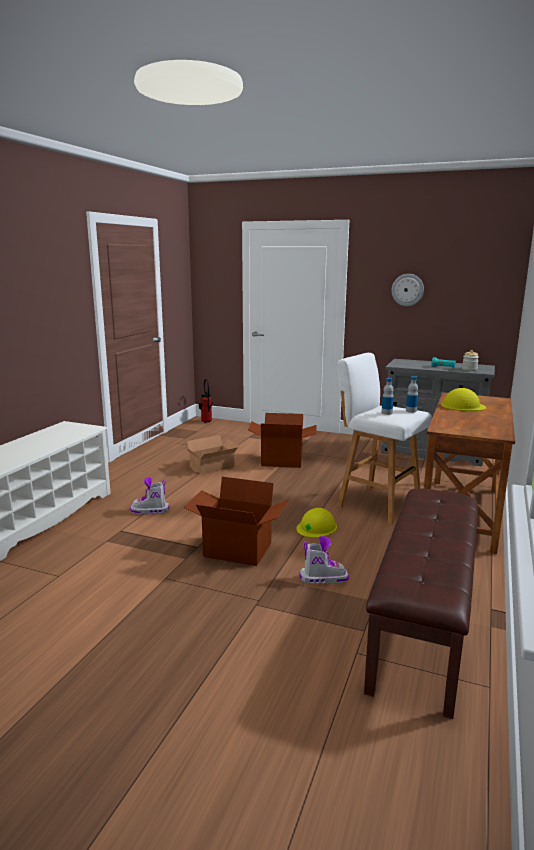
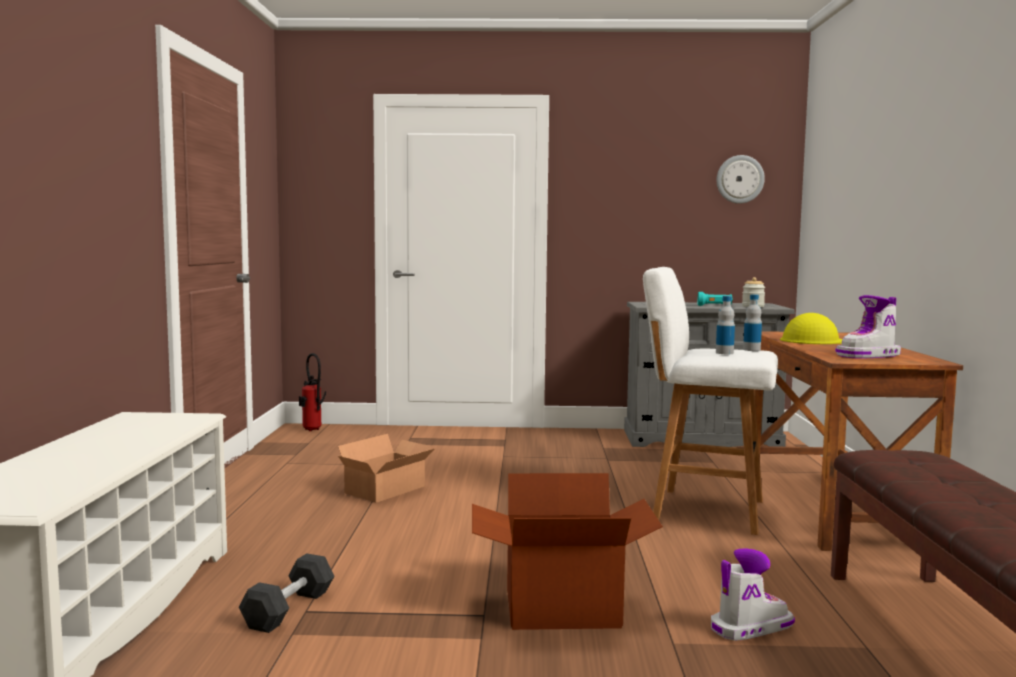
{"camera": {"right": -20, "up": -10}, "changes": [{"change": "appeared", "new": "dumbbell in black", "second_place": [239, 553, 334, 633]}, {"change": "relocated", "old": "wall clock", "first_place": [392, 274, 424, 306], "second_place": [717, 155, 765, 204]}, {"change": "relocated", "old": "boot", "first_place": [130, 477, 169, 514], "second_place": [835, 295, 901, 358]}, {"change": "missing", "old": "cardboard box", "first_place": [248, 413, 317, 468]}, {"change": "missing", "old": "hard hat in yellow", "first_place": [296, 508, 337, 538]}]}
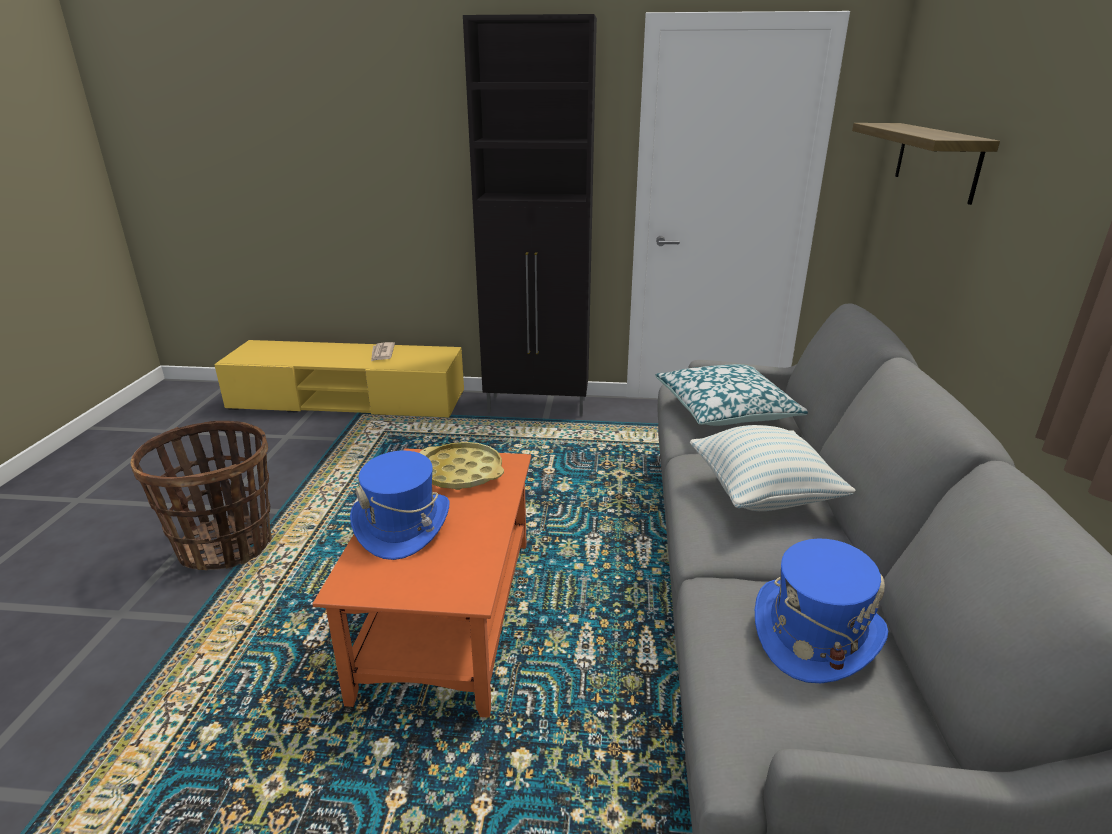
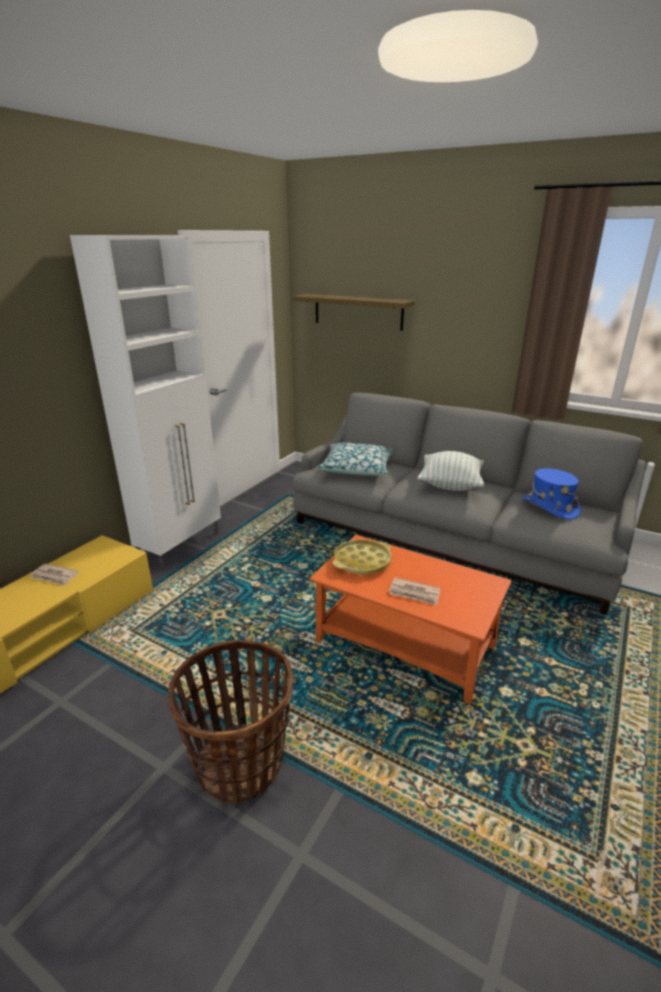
{"camera": {"right": -65, "up": 0}, "changes": [{"change": "colour", "old": "cabinet in black", "new": "cabinet in white", "first_place": [463, 14, 597, 416], "second_place": [70, 235, 221, 571]}, {"change": "exchanged", "old": "hat in blue", "new": "newspaper", "first_place": [350, 451, 449, 560], "second_place": [389, 578, 440, 605]}]}
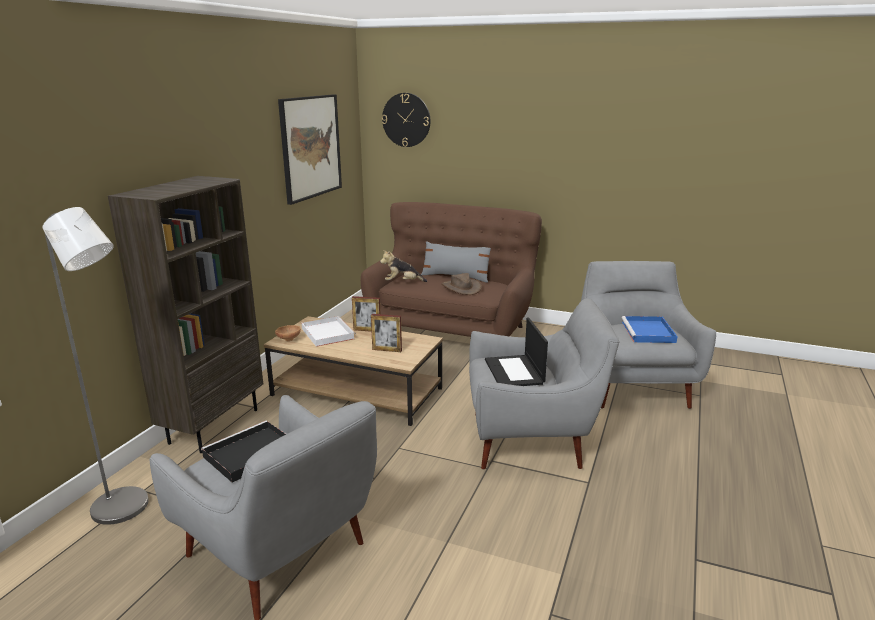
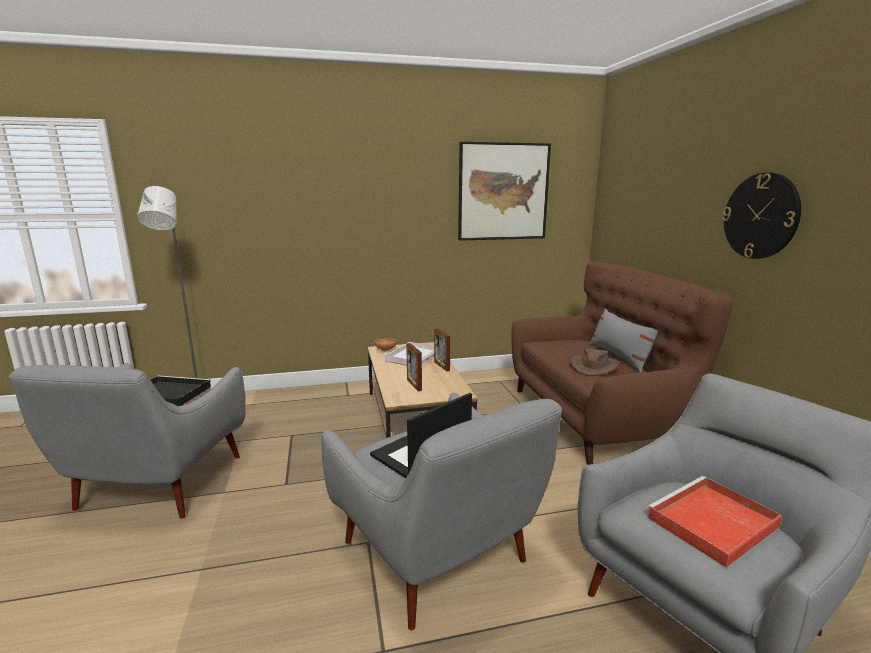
{"camera": {"right": 55, "up": -5}, "changes": [{"change": "colour", "old": "tray in blue", "new": "tray in red", "first_place": [621, 316, 678, 343], "second_place": [646, 476, 782, 568]}, {"change": "relocated", "old": "wall clock", "first_place": [382, 93, 431, 147], "second_place": [722, 172, 801, 259]}, {"change": "missing", "old": "bookcase in brown", "first_place": [108, 176, 263, 453]}, {"change": "missing", "old": "plush toy", "first_place": [380, 250, 427, 282]}]}
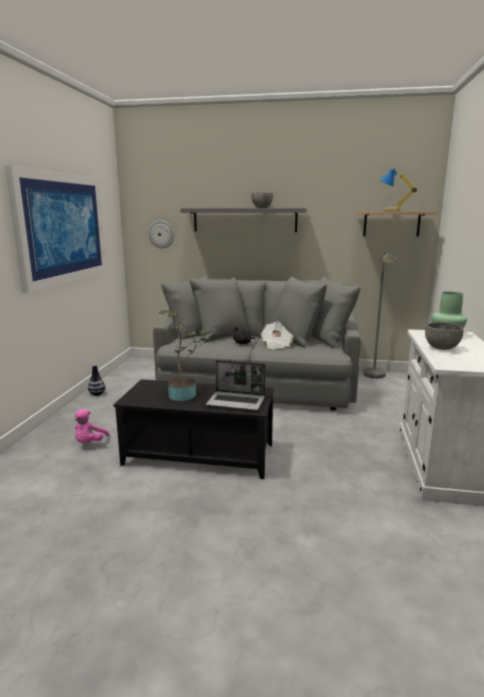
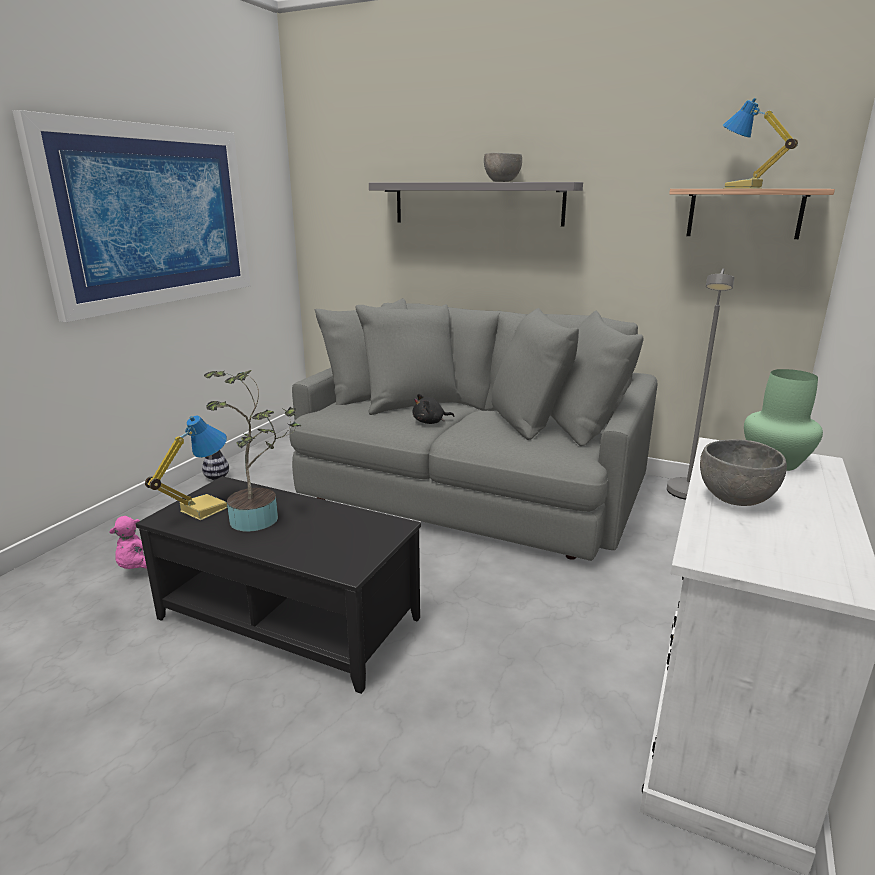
{"camera": {"right": 15, "up": 5}, "changes": [{"change": "appeared", "new": "table lamp", "second_place": [145, 416, 227, 521]}, {"change": "missing", "old": "wall clock", "first_place": [148, 220, 174, 248]}, {"change": "missing", "old": "laptop", "first_place": [206, 360, 266, 410]}, {"change": "missing", "old": "newspaper", "first_place": [261, 321, 294, 350]}]}
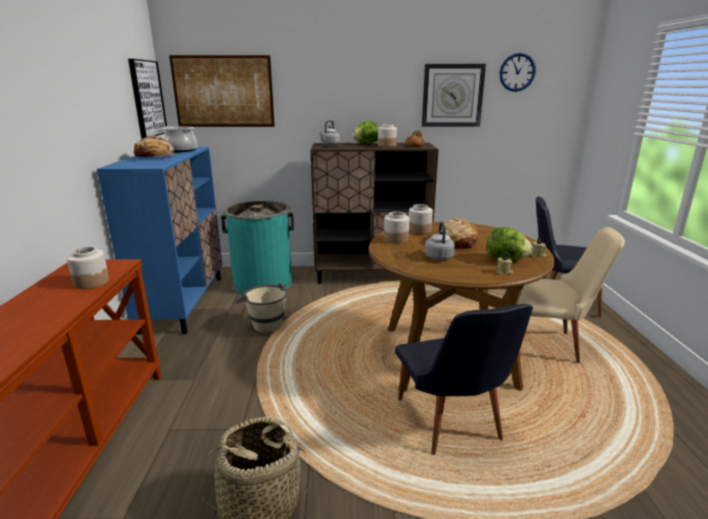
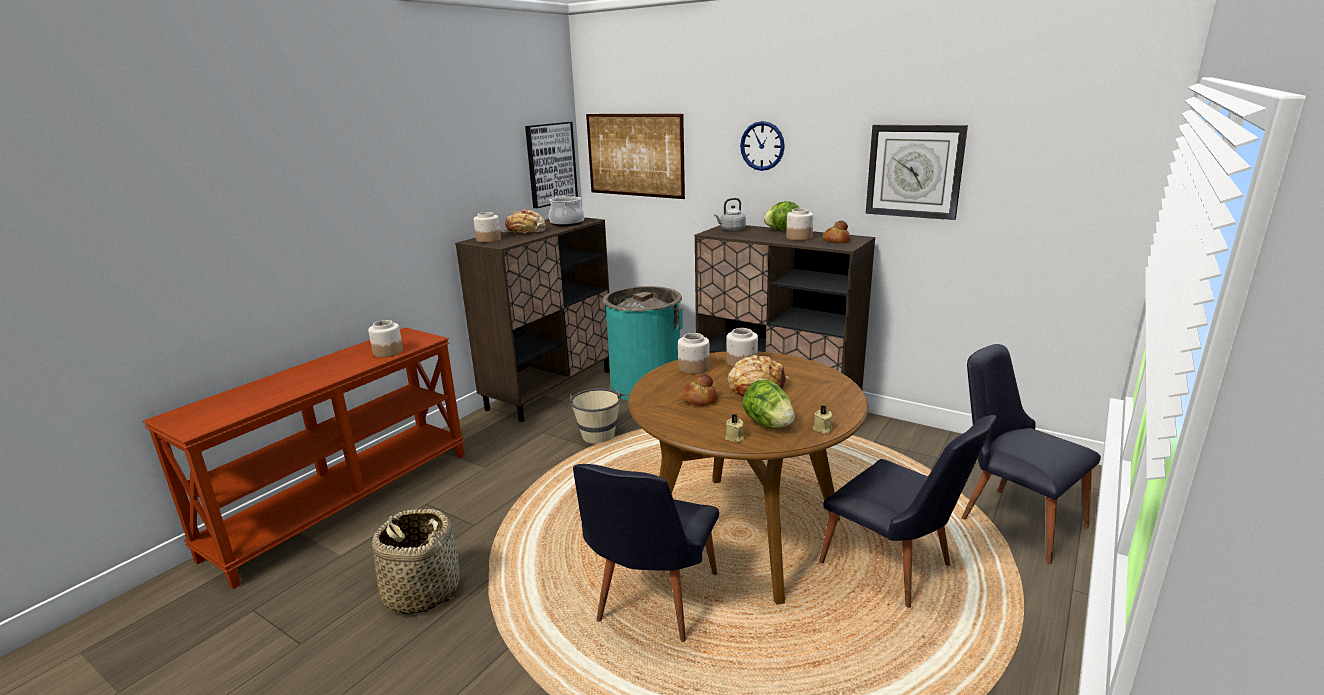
{"camera": {"right": 35, "up": 0}, "changes": [{"change": "colour", "old": "cabinet in blue", "new": "cabinet in brown", "first_place": [97, 147, 223, 335], "second_place": [455, 217, 610, 422]}, {"change": "appeared", "new": "jar", "second_place": [474, 212, 501, 242]}, {"change": "exchanged", "old": "kettle in grey", "new": "bread", "first_place": [425, 222, 455, 260], "second_place": [682, 374, 718, 406]}, {"change": "relocated", "old": "wall clock", "first_place": [500, 53, 536, 92], "second_place": [740, 121, 785, 171]}, {"change": "colour", "old": "chair in beige", "new": "chair in black", "first_place": [518, 227, 625, 363], "second_place": [819, 415, 997, 608]}]}
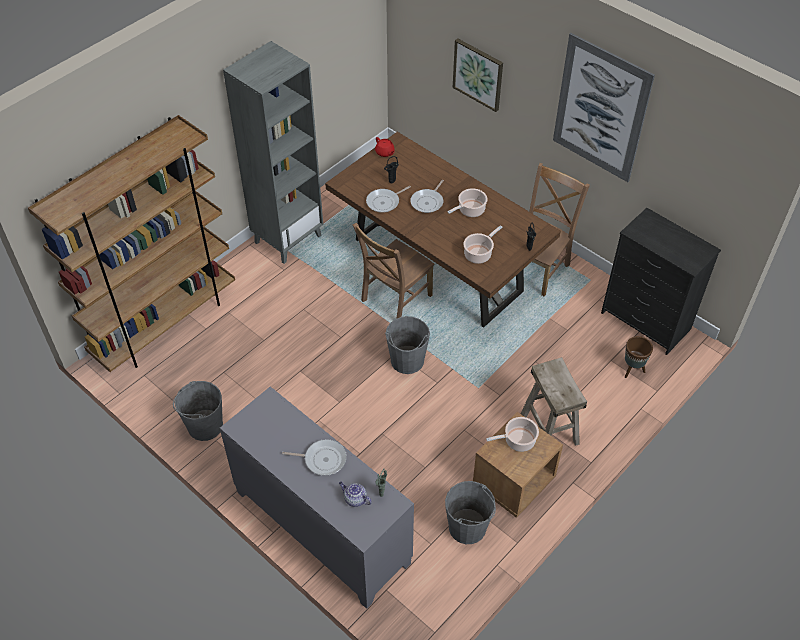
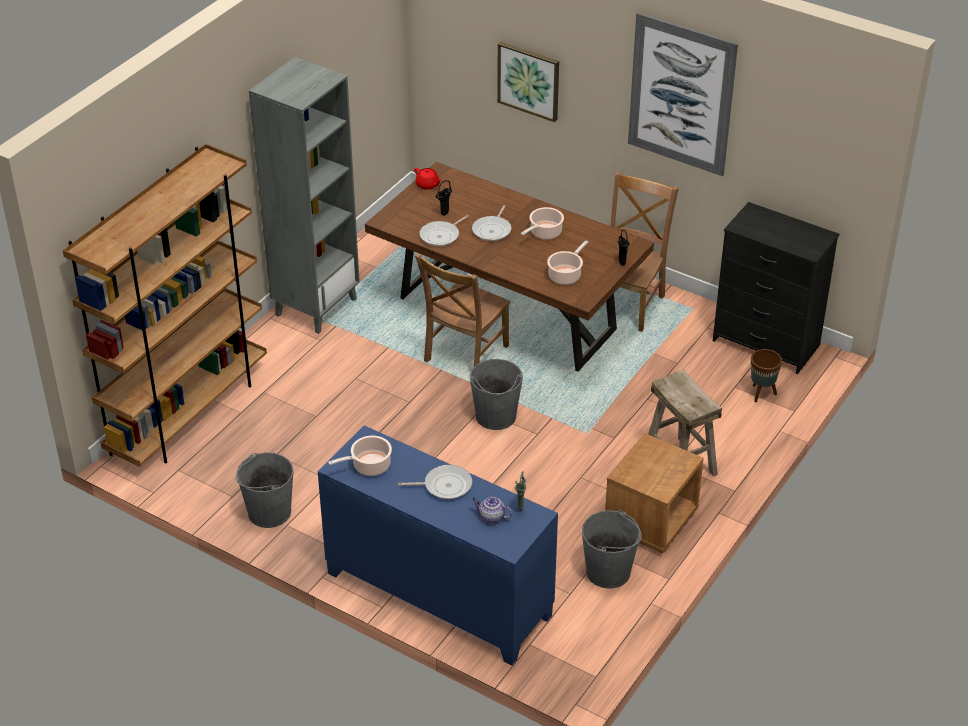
{"camera": {"right": -10, "up": -10}, "changes": [{"change": "colour", "old": "cabinet in grey", "new": "cabinet in blue", "first_place": [220, 386, 414, 609], "second_place": [318, 425, 558, 665]}, {"change": "relocated", "old": "cooking pot", "first_place": [486, 417, 539, 452], "second_place": [328, 436, 392, 476]}]}
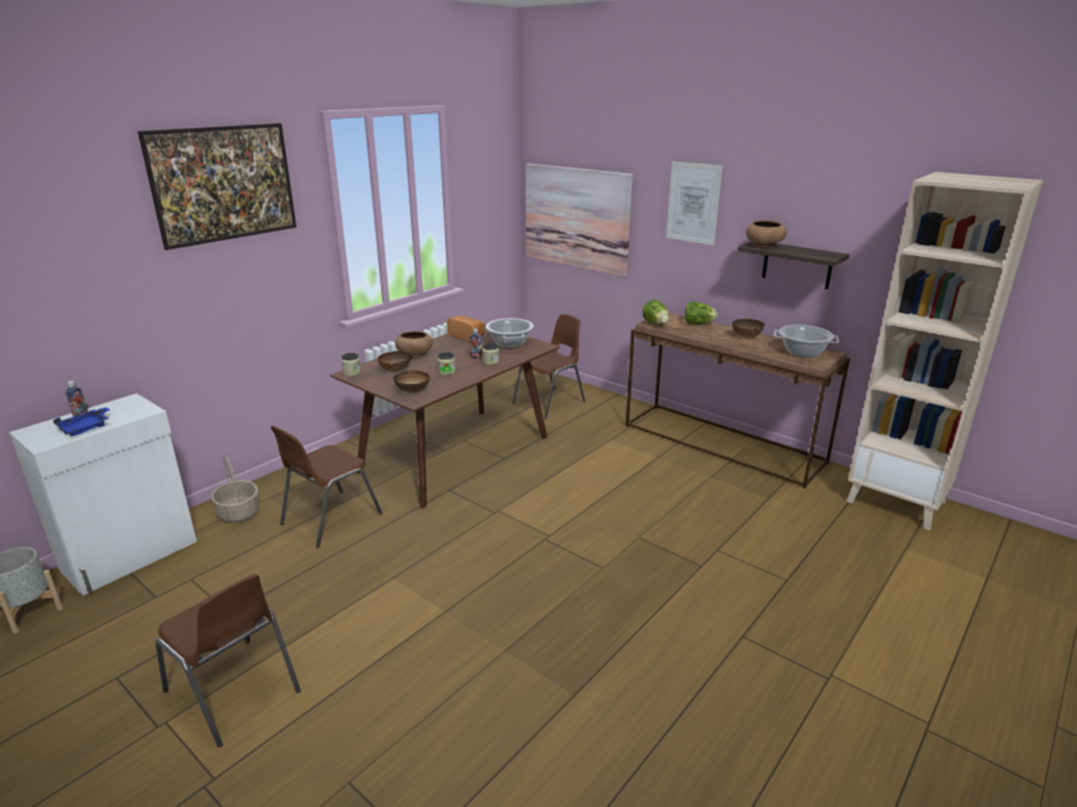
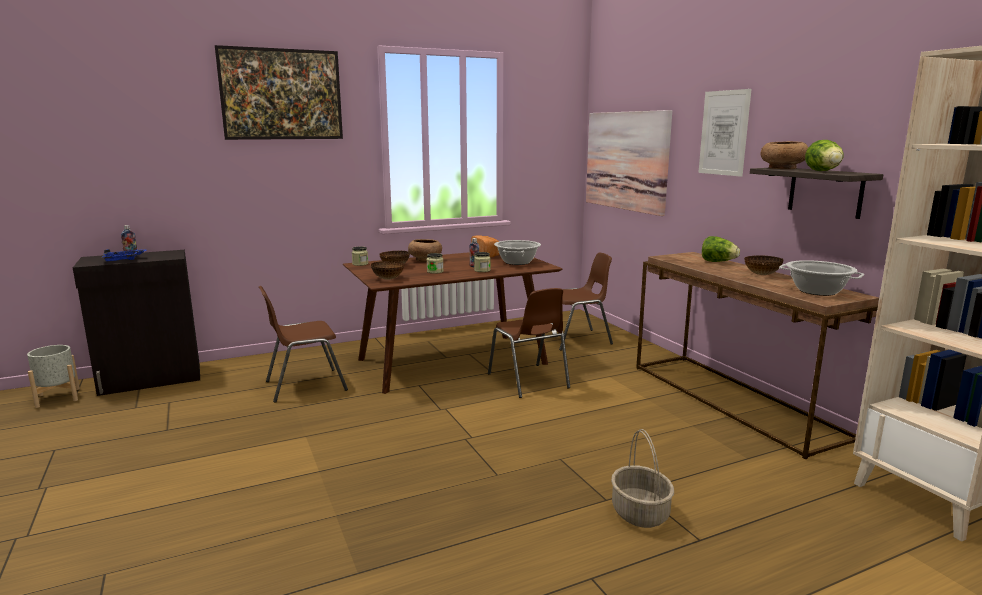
{"camera": {"right": 25, "up": -10}, "changes": [{"change": "colour", "old": "cabinet in white", "new": "cabinet in black", "first_place": [9, 393, 197, 596], "second_place": [73, 250, 200, 396]}, {"change": "relocated", "old": "chair in brown", "first_place": [155, 574, 301, 747], "second_place": [488, 288, 570, 398]}, {"change": "relocated", "old": "basket", "first_place": [211, 455, 260, 523], "second_place": [611, 429, 674, 528]}, {"change": "relocated", "old": "lettuce", "first_place": [642, 300, 669, 324], "second_place": [805, 140, 843, 171]}]}
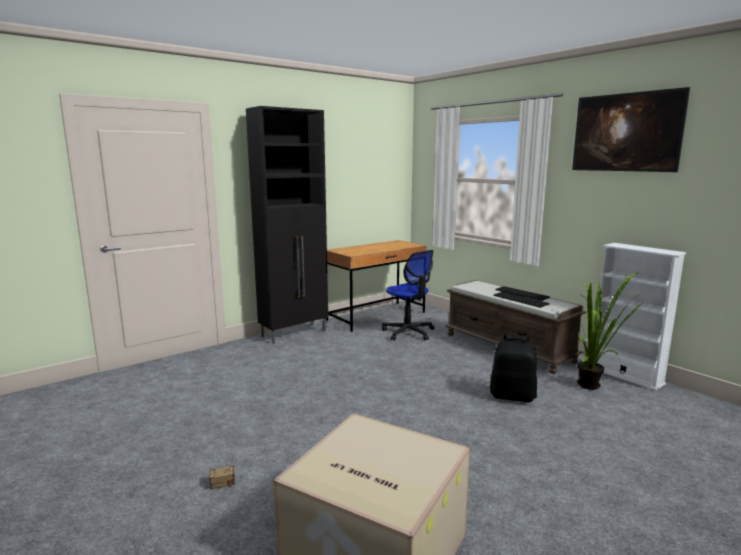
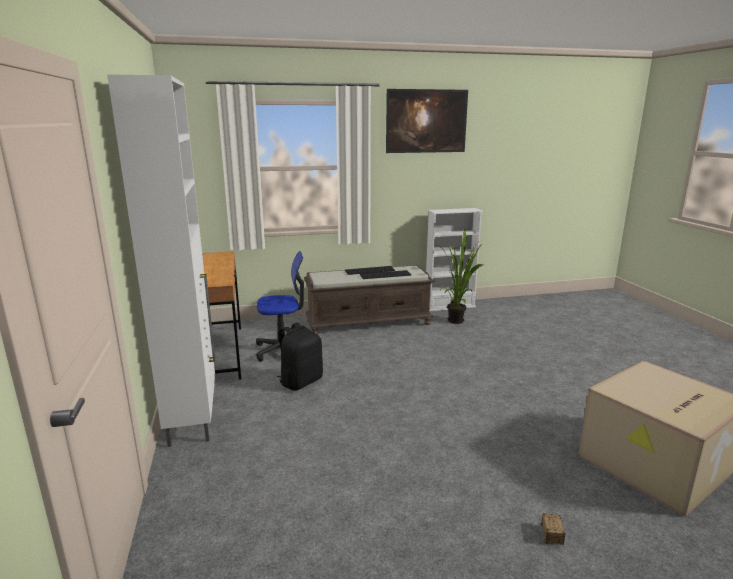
{"camera": {"right": -65, "up": 5}, "changes": [{"change": "colour", "old": "cabinet in black", "new": "cabinet in white", "first_place": [246, 106, 328, 344], "second_place": [107, 74, 216, 447]}, {"change": "relocated", "old": "backpack in black", "first_place": [490, 334, 537, 402], "second_place": [277, 323, 323, 390]}]}
